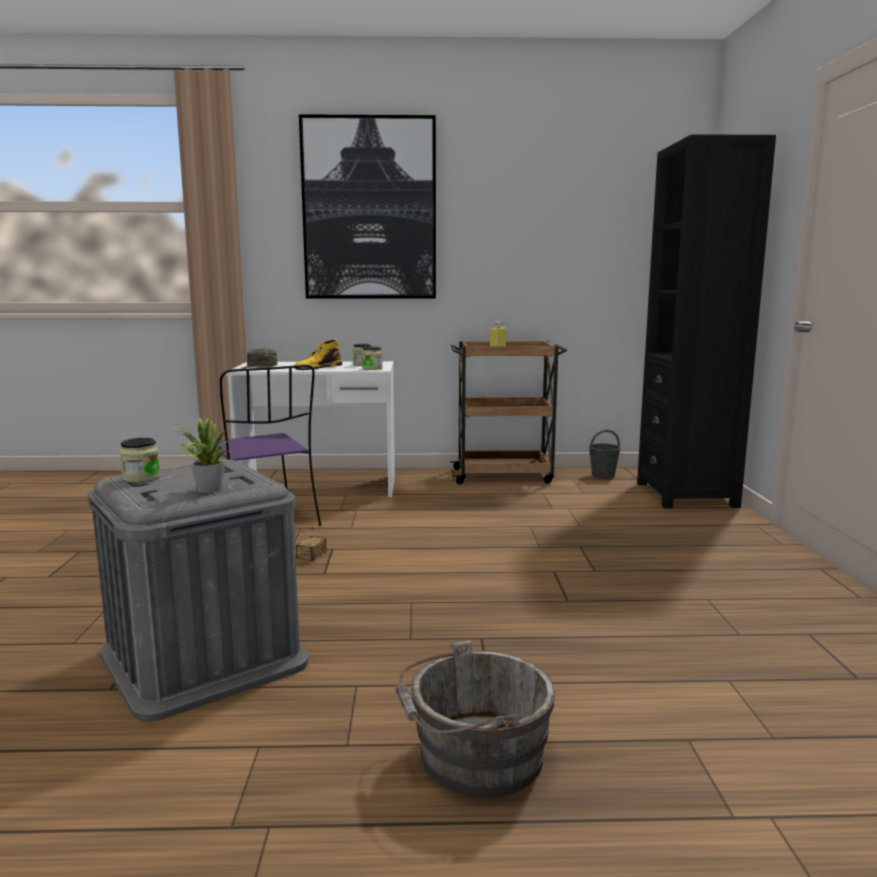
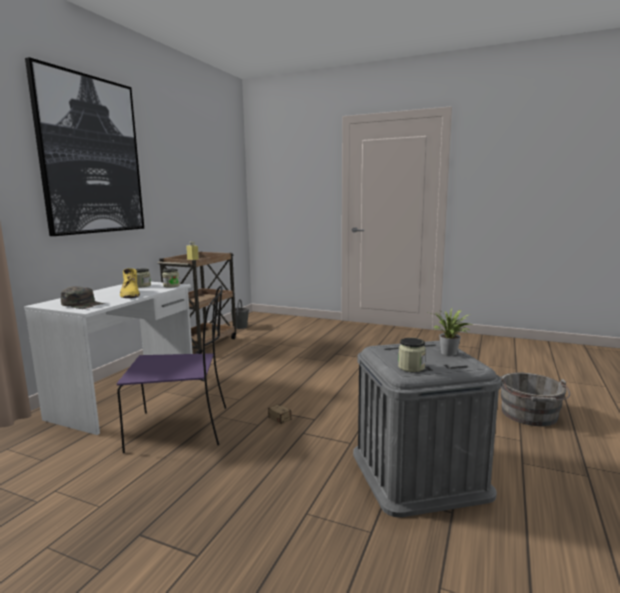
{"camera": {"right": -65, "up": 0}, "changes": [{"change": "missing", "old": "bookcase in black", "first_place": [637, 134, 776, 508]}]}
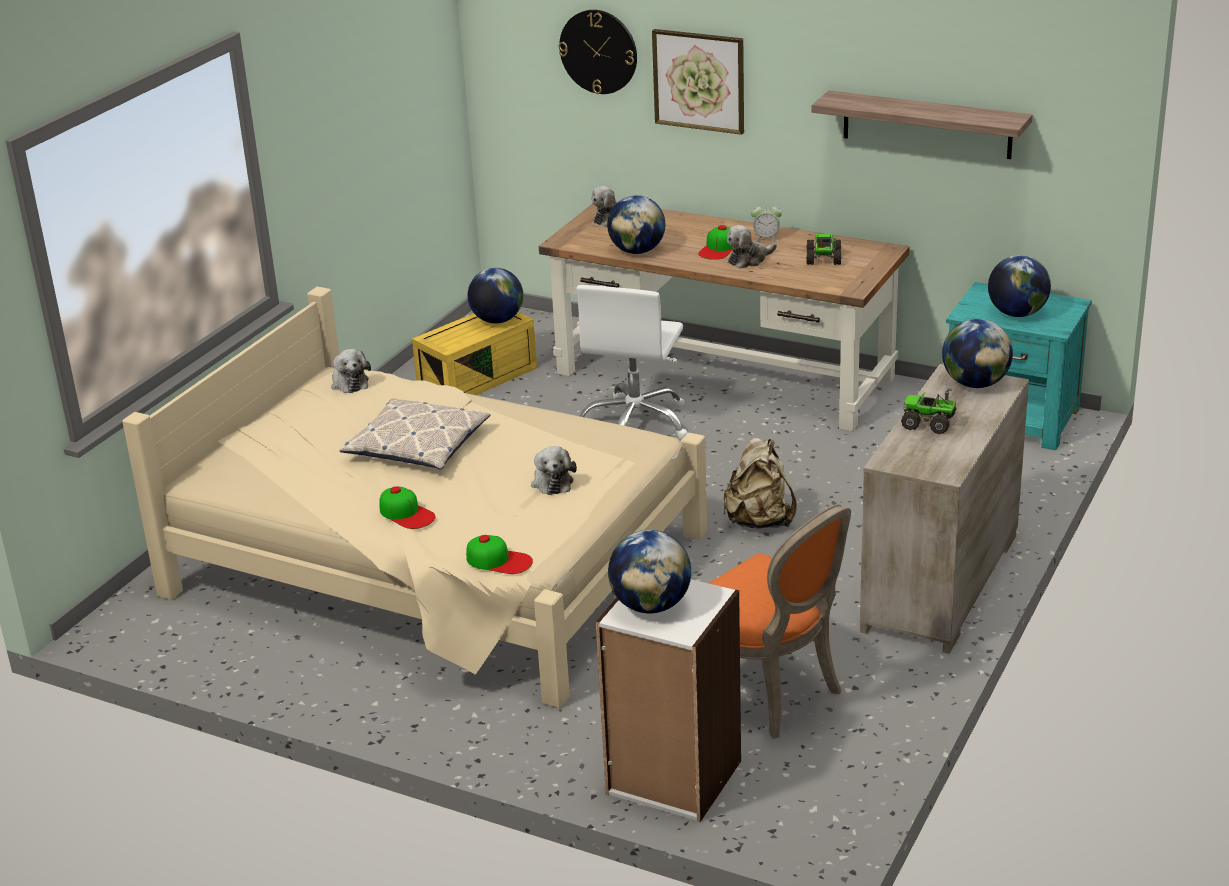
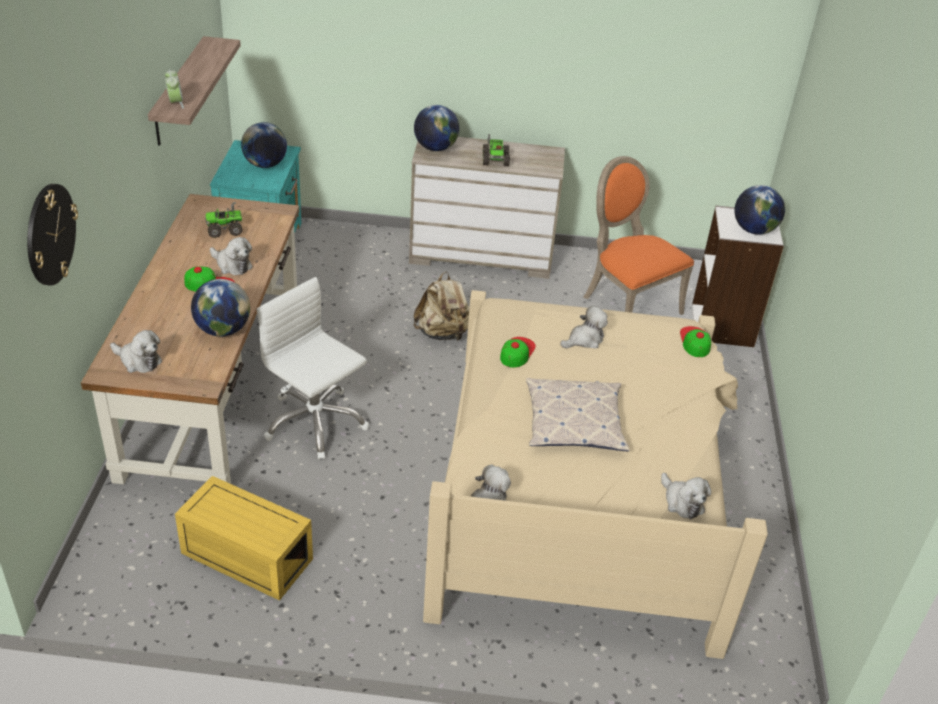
{"camera": {"right": -115, "up": 10}, "changes": [{"change": "relocated", "old": "alarm clock", "first_place": [751, 202, 782, 242], "second_place": [165, 69, 184, 109]}, {"change": "spun", "old": "office chair in white", "first_place": [576, 285, 688, 439], "second_place": [257, 277, 369, 459], "degrees": -135}, {"change": "relocated", "old": "cap", "first_place": [379, 486, 436, 529], "second_place": [500, 337, 536, 368]}, {"change": "spun", "old": "chair in orange", "first_place": [709, 504, 851, 739], "second_place": [583, 156, 694, 315], "degrees": -60}, {"change": "appeared", "new": "plush toy", "second_place": [661, 473, 711, 519]}, {"change": "missing", "old": "globe", "first_place": [468, 268, 523, 323]}, {"change": "missing", "old": "picture", "first_place": [652, 29, 744, 135]}]}
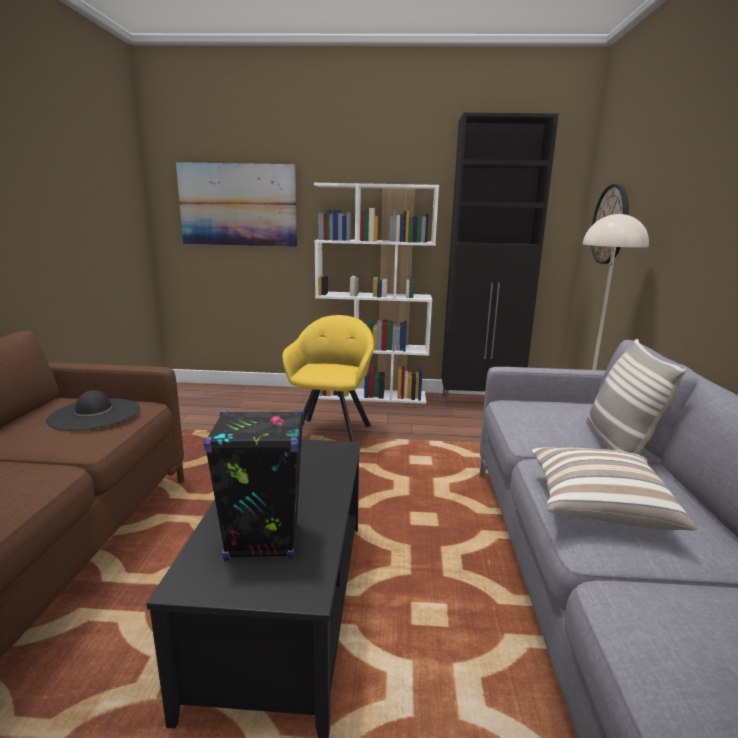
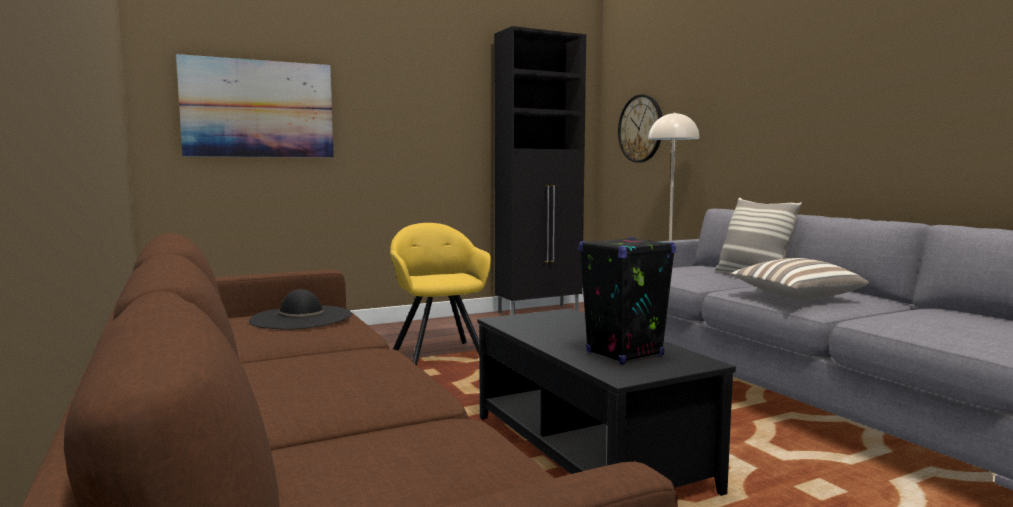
{"camera": {"right": -30, "up": -10}, "changes": [{"change": "missing", "old": "bookcase in white", "first_place": [314, 183, 439, 404]}]}
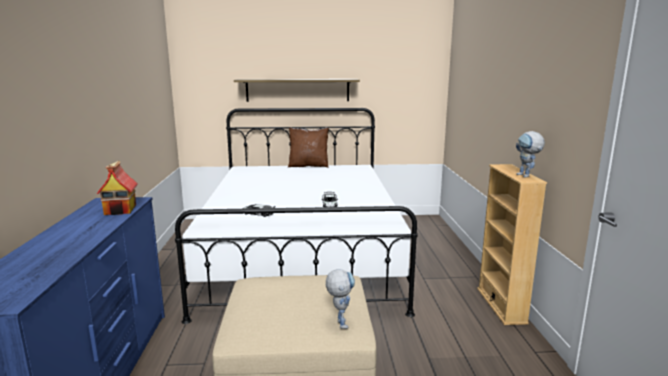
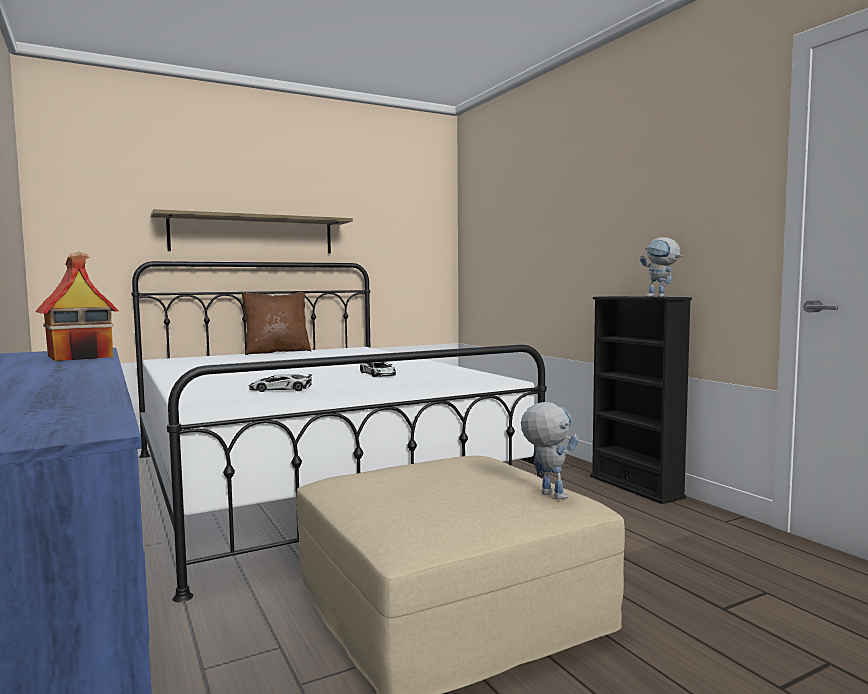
{"camera": {"right": -25, "up": -10}, "changes": [{"change": "colour", "old": "bookcase in beige", "new": "bookcase in black", "first_place": [477, 164, 547, 325], "second_place": [590, 296, 692, 504]}]}
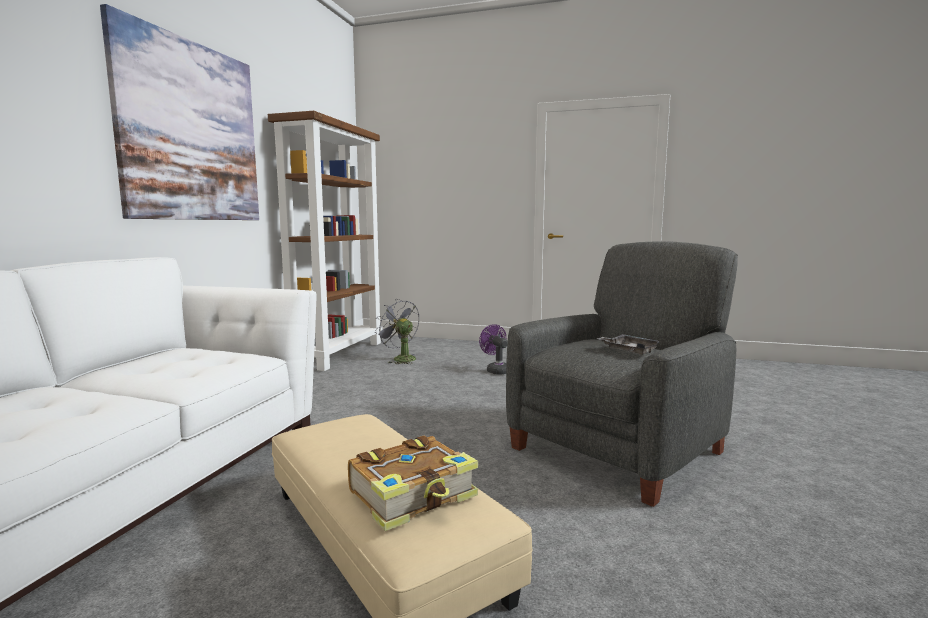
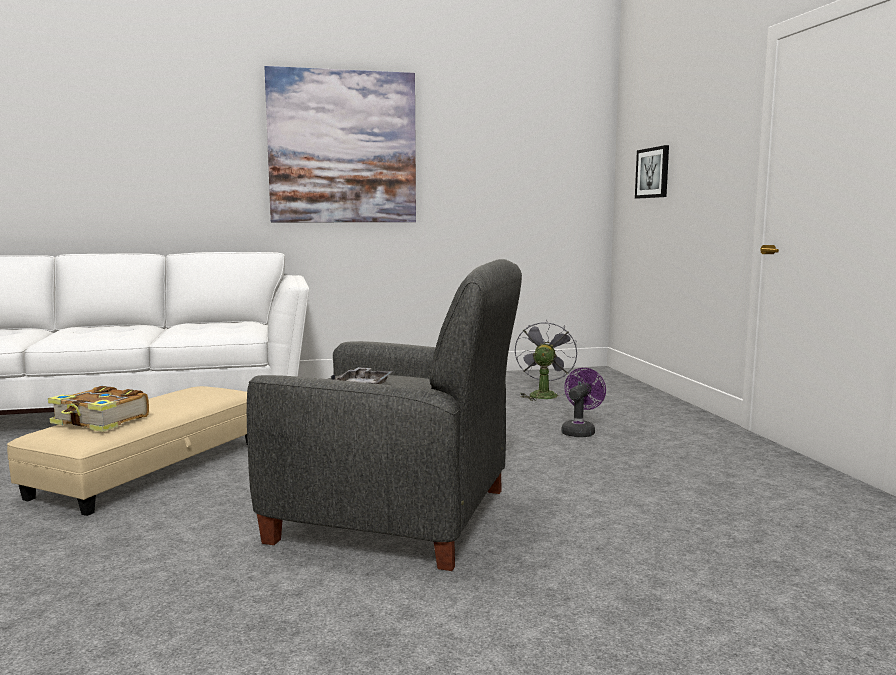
{"camera": {"right": 60, "up": 0}, "changes": [{"change": "appeared", "new": "picture", "second_place": [635, 145, 669, 198]}, {"change": "missing", "old": "bookcase in brown", "first_place": [268, 111, 383, 371]}]}
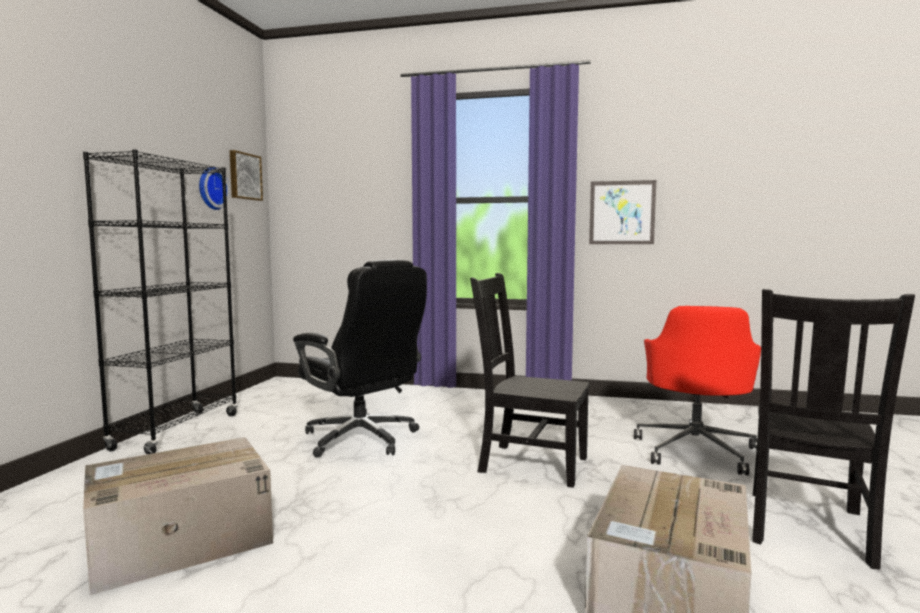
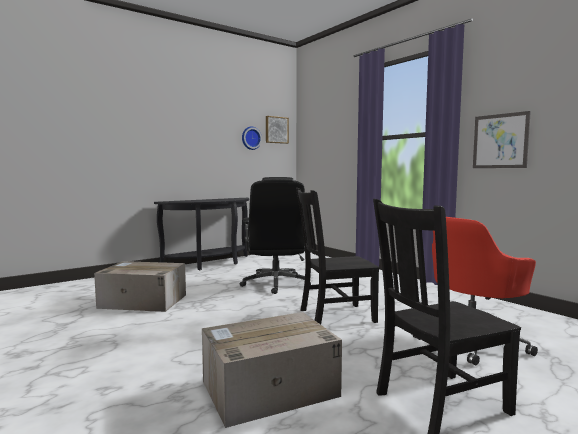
{"camera": {"right": 40, "up": 0}, "changes": [{"change": "exchanged", "old": "bookcase in black", "new": "console table in black", "first_place": [83, 150, 238, 454], "second_place": [154, 198, 249, 270]}, {"change": "spun", "old": "chair in black", "first_place": [470, 273, 589, 488], "second_place": [296, 188, 379, 324], "degrees": -75}]}
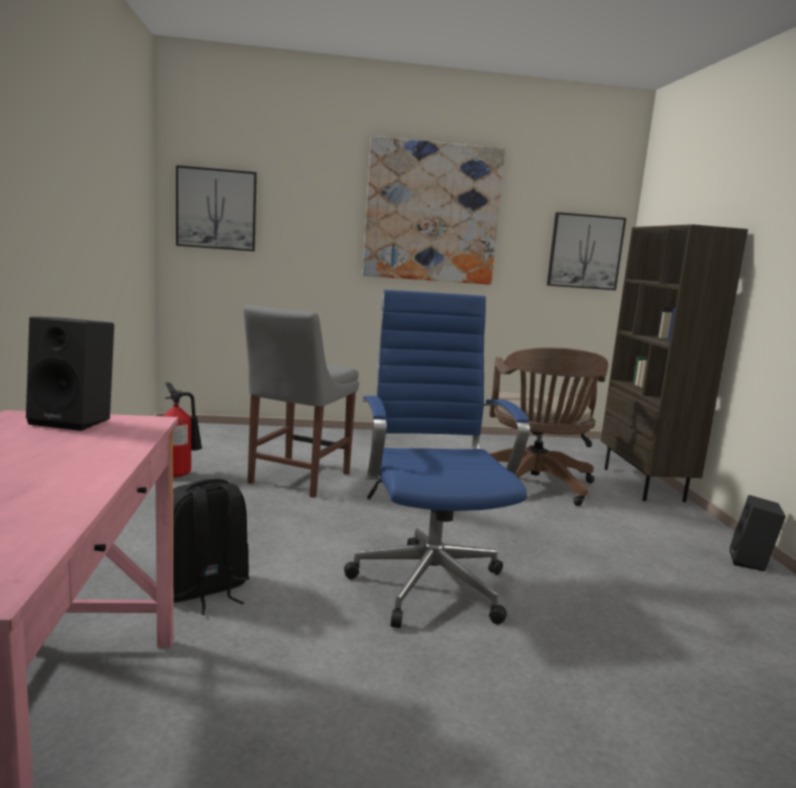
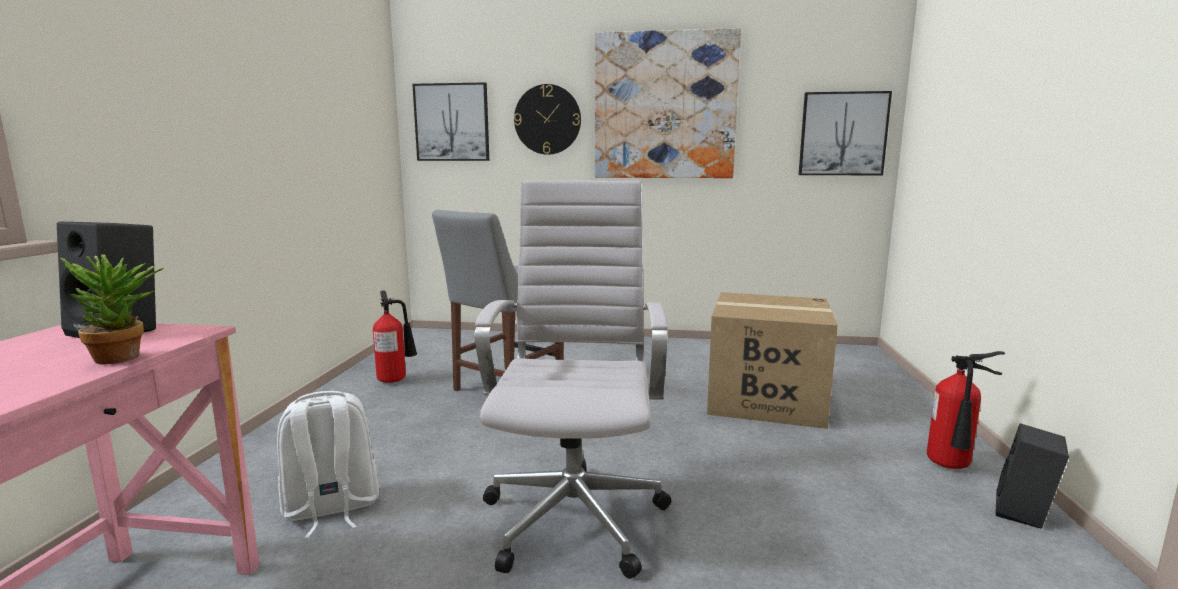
{"camera": {"right": 15, "up": 0}, "changes": [{"change": "appeared", "new": "potted plant", "second_place": [61, 254, 164, 364]}, {"change": "colour", "old": "backpack in black", "new": "backpack in white", "first_place": [173, 478, 250, 615], "second_place": [277, 391, 379, 539]}, {"change": "colour", "old": "office chair in blue", "new": "office chair in white", "first_place": [344, 290, 530, 628], "second_place": [475, 181, 671, 579]}, {"change": "appeared", "new": "wall clock", "second_place": [514, 84, 581, 155]}, {"change": "exchanged", "old": "office chair in brown", "new": "cardboard box", "first_place": [489, 348, 608, 506], "second_place": [707, 292, 838, 429]}, {"change": "appeared", "new": "fire extinguisher", "second_place": [927, 351, 1005, 469]}, {"change": "missing", "old": "bookcase in brown", "first_place": [601, 224, 748, 502]}]}
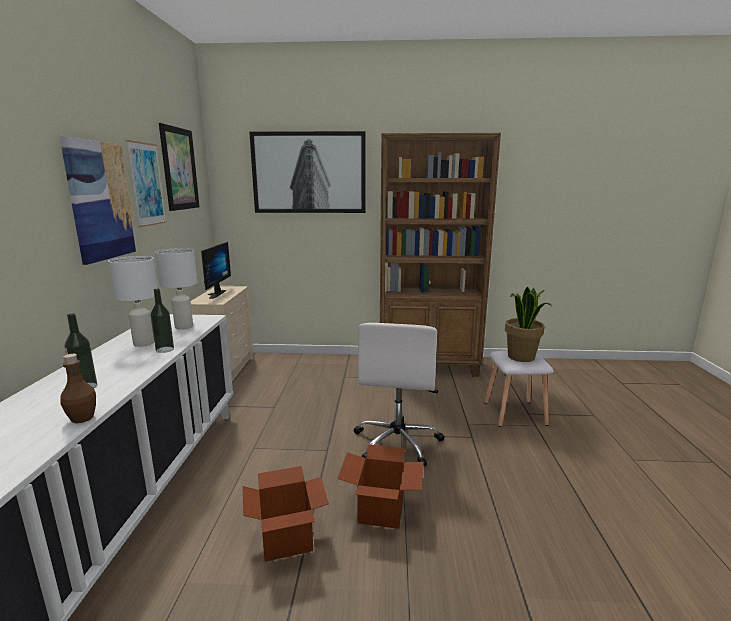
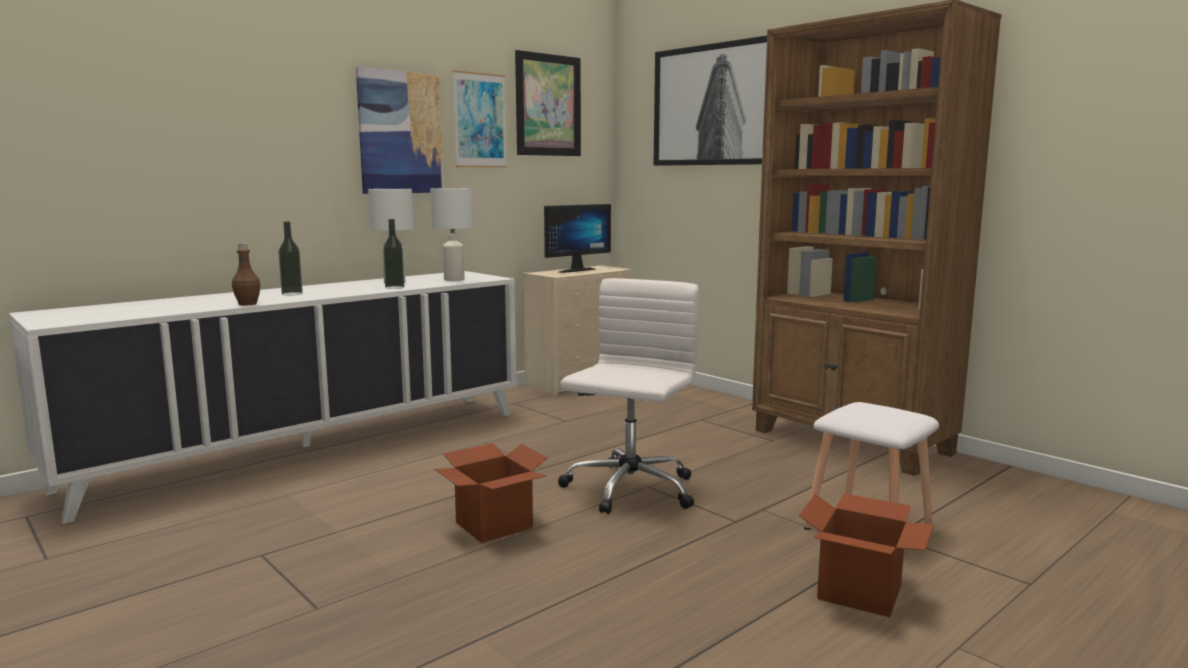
{"camera": {"right": 45, "up": -5}, "changes": [{"change": "spun", "old": "office chair in white", "first_place": [354, 323, 444, 466], "second_place": [558, 278, 699, 514], "degrees": 150}, {"change": "relocated", "old": "cardboard box", "first_place": [243, 466, 329, 562], "second_place": [799, 493, 934, 617]}, {"change": "missing", "old": "potted plant", "first_place": [505, 287, 552, 362]}]}
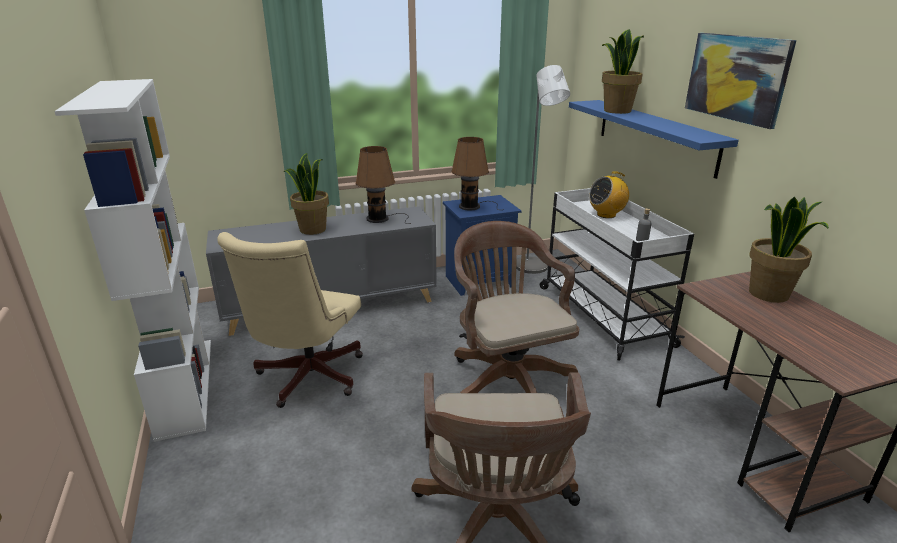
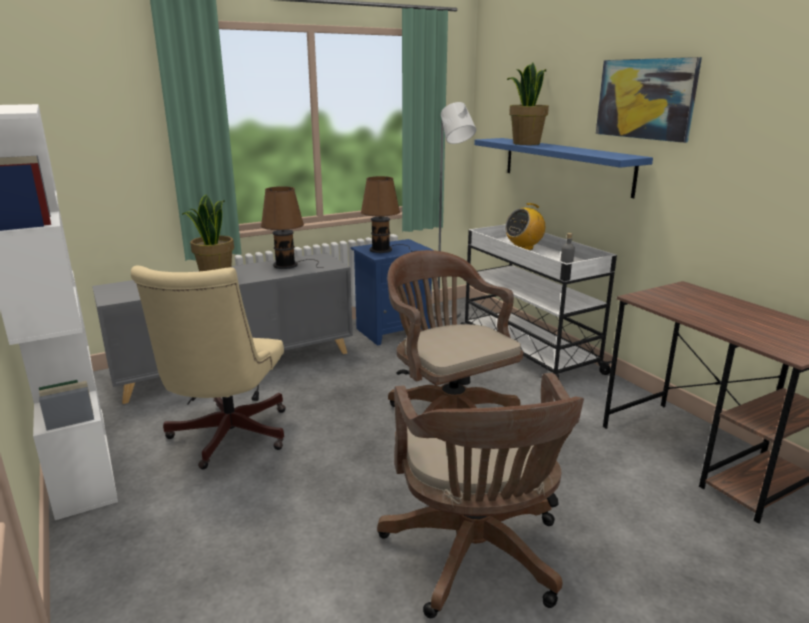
{"camera": {"right": -10, "up": -5}, "changes": [{"change": "missing", "old": "potted plant", "first_place": [749, 197, 829, 303]}]}
